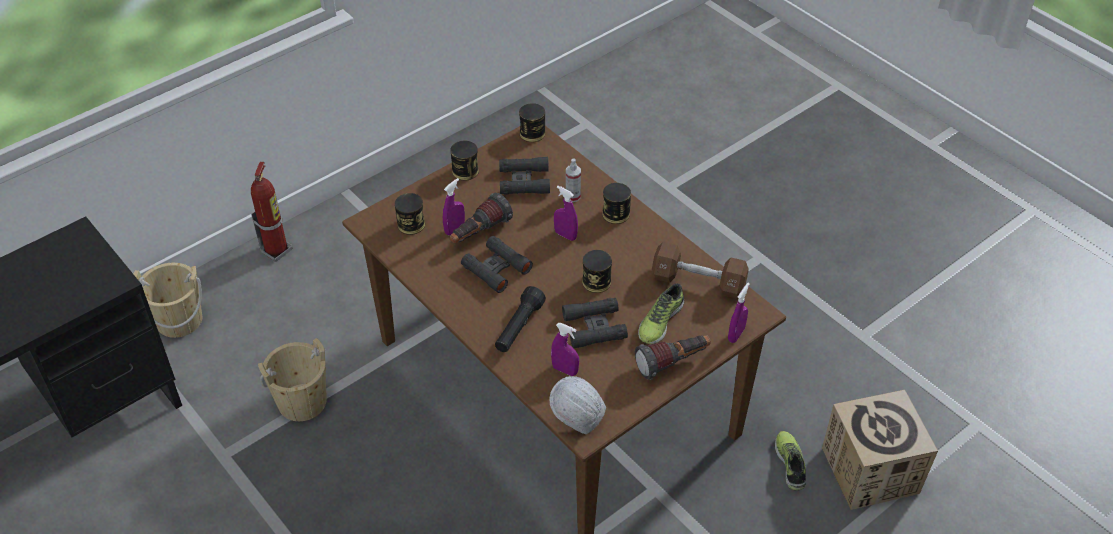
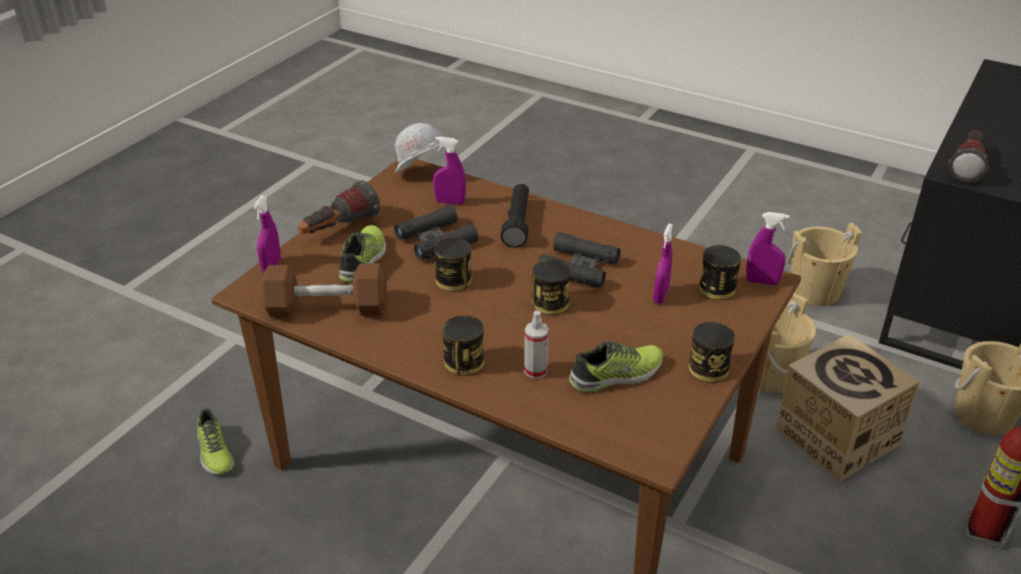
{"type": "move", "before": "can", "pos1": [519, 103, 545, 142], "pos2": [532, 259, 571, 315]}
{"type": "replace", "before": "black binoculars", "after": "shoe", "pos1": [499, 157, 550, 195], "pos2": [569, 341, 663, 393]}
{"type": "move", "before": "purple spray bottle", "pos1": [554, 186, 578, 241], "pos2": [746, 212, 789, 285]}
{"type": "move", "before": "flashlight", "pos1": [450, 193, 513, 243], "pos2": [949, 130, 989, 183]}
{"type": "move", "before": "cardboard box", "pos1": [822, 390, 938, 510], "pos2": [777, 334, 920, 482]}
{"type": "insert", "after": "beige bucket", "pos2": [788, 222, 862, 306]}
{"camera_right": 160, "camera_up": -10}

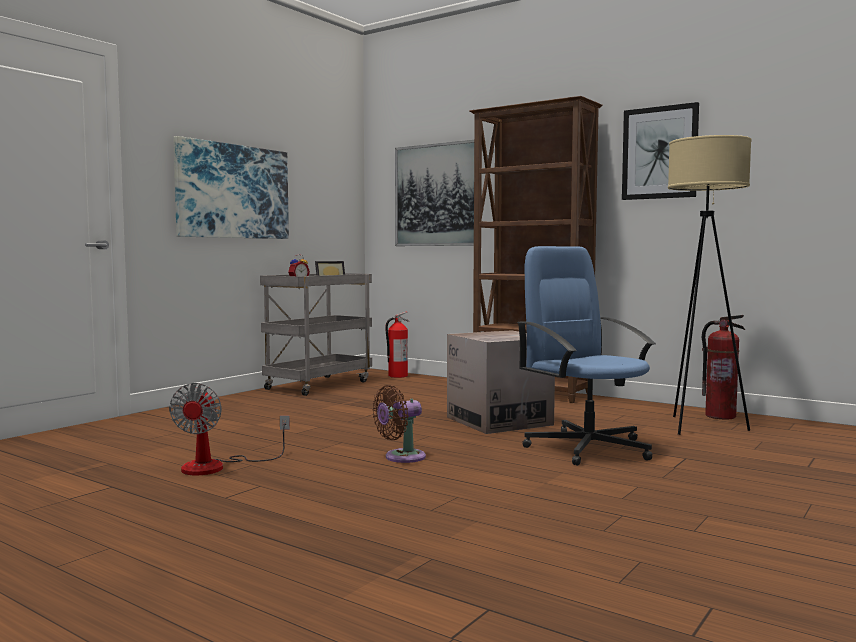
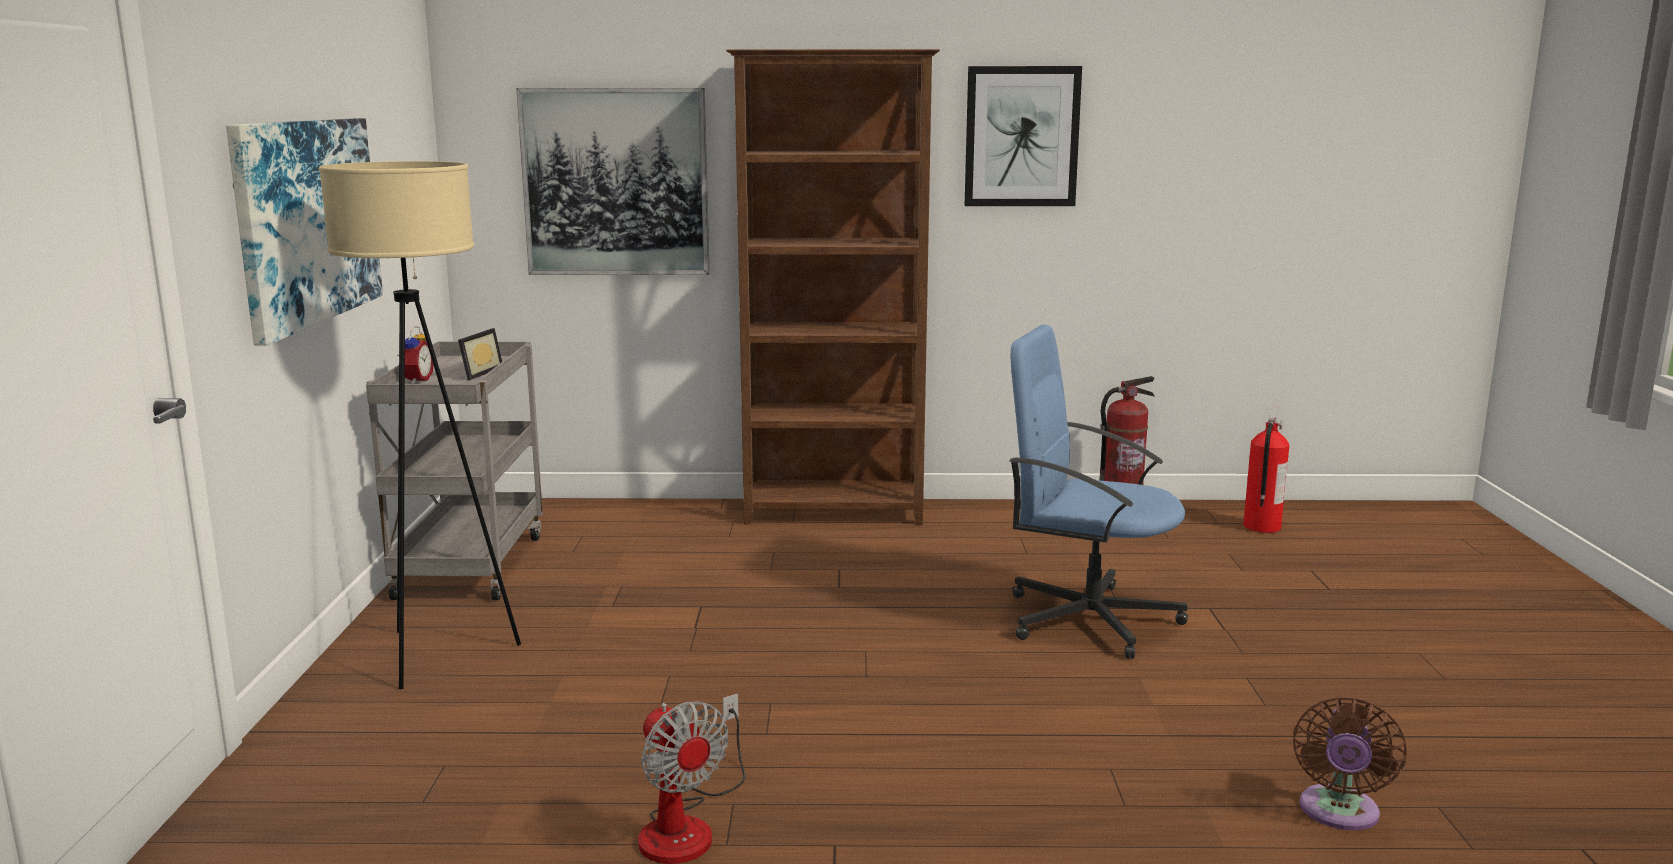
{"type": "move", "before": "beige floor lamp", "pos1": [668, 135, 752, 435], "pos2": [319, 161, 521, 689]}
{"type": "move", "before": "fire extinguisher", "pos1": [385, 312, 409, 378], "pos2": [1243, 407, 1289, 533]}
{"type": "delete", "before": "cardboard box", "pos1": [447, 330, 555, 434]}
{"type": "move", "before": "brown fan", "pos1": [372, 385, 426, 463], "pos2": [1293, 696, 1406, 830]}
{"camera_right": -35, "camera_up": 10}

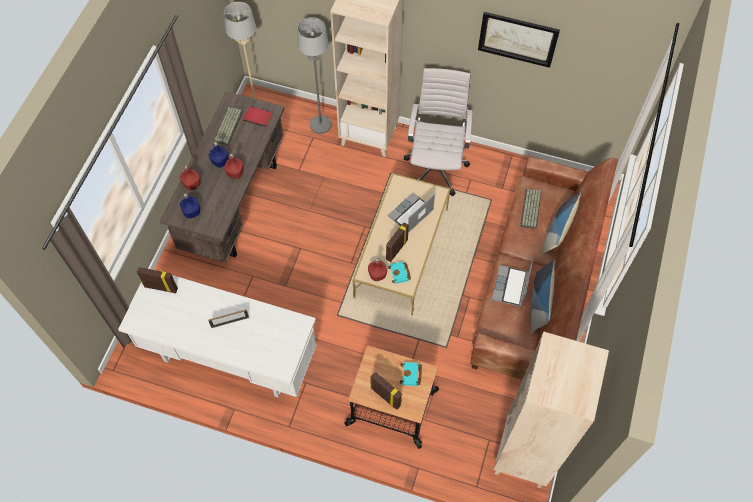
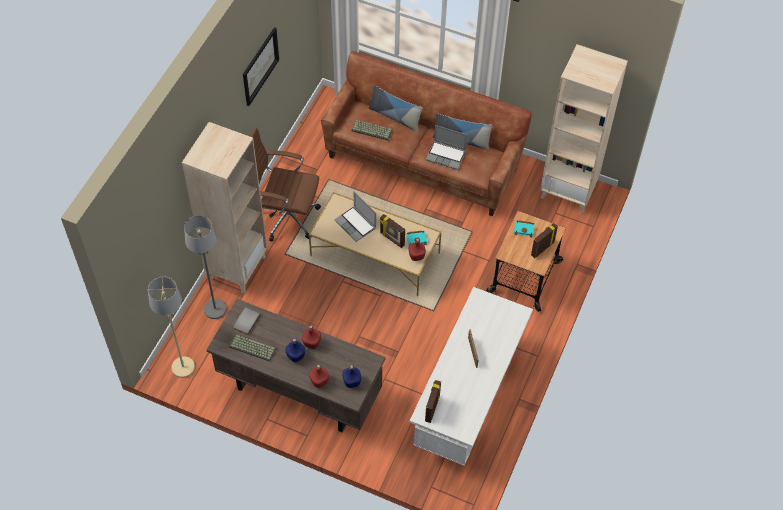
{"type": "recolor", "before": "white office chair", "after": "brown office chair", "pos1": [404, 68, 473, 196], "pos2": [250, 127, 321, 242]}
{"type": "recolor", "before": "red book", "after": "grey book", "pos1": [242, 106, 272, 127], "pos2": [233, 307, 260, 335]}
{"camera_right": -85, "camera_up": -5}

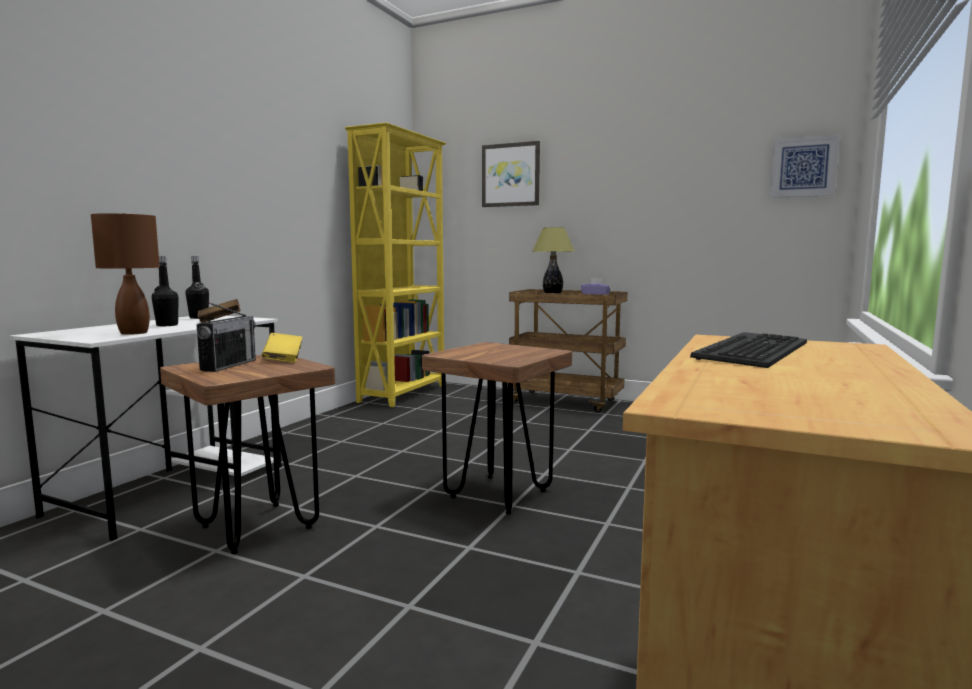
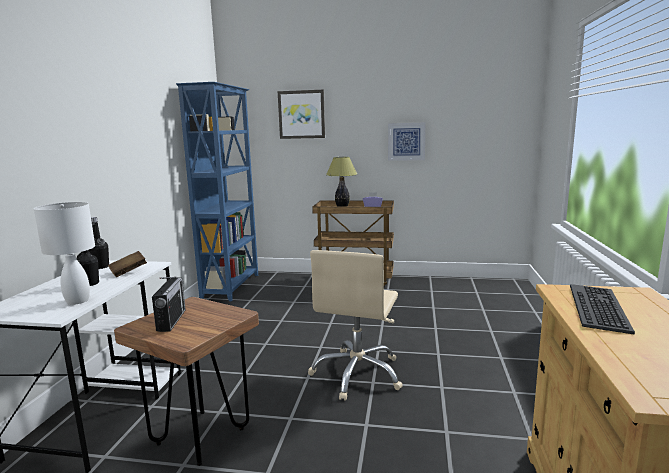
{"type": "recolor", "before": "yellow bookcase", "after": "blue bookcase", "pos1": [345, 122, 446, 407], "pos2": [176, 82, 258, 301]}
{"type": "move", "before": "picture", "pos1": [770, 135, 839, 198], "pos2": [388, 122, 426, 161]}
{"type": "recolor", "before": "brown table lamp", "after": "white table lamp", "pos1": [91, 213, 160, 335], "pos2": [34, 202, 95, 305]}
{"type": "delete", "before": "yellow book", "pos1": [262, 333, 303, 363]}
{"type": "replace", "before": "brown stool", "after": "beige office chair", "pos1": [422, 342, 572, 515], "pos2": [308, 250, 403, 401]}
{"camera_right": -15, "camera_up": 5}

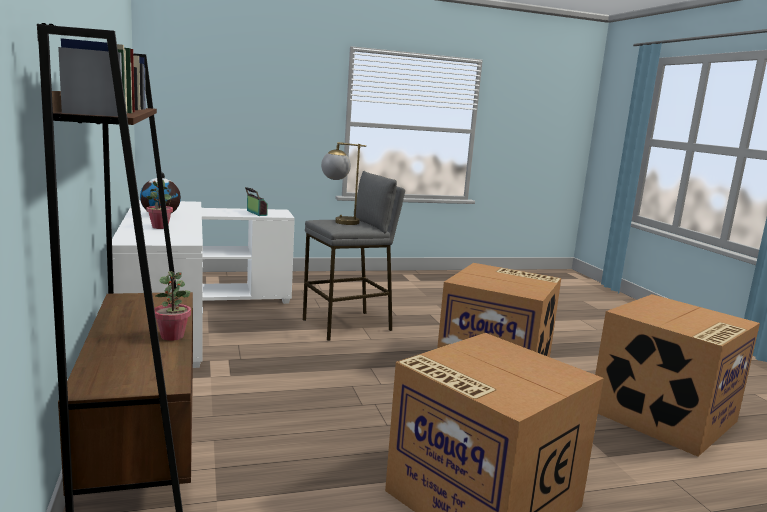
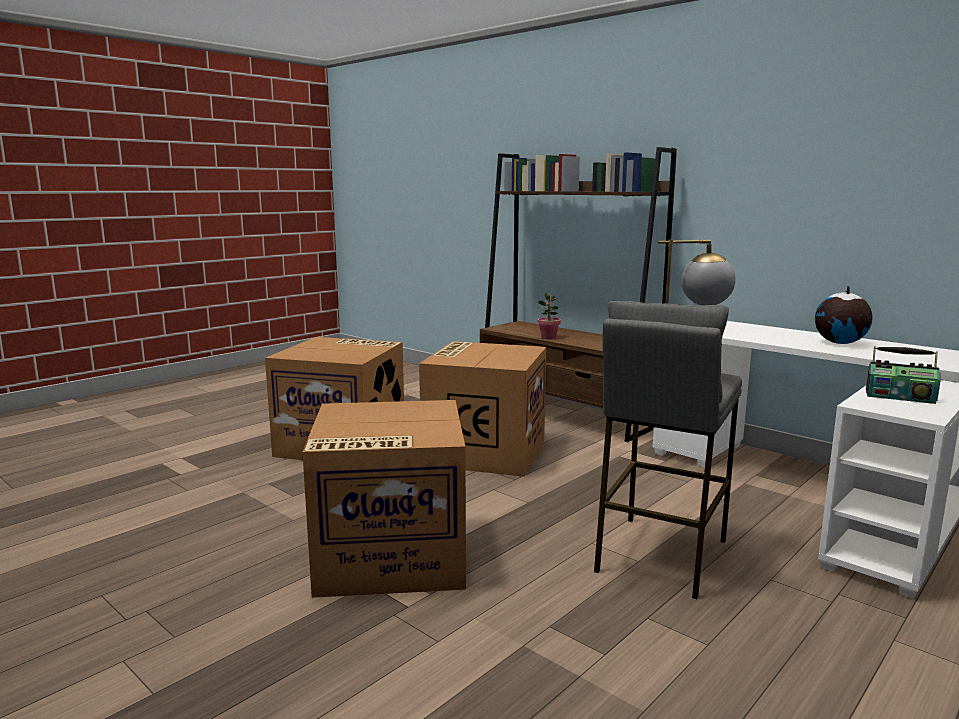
{"type": "delete", "before": "potted plant", "pos1": [146, 180, 173, 229]}
{"type": "move", "before": "cardboard box", "pos1": [595, 294, 760, 457], "pos2": [419, 341, 546, 477]}
{"camera_right": 150, "camera_up": 0}

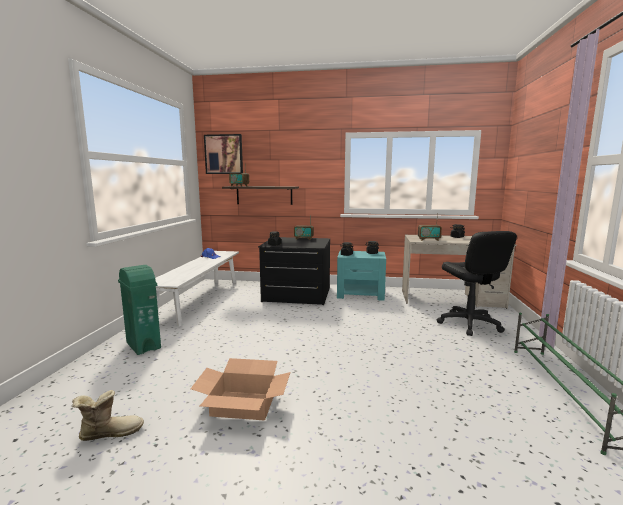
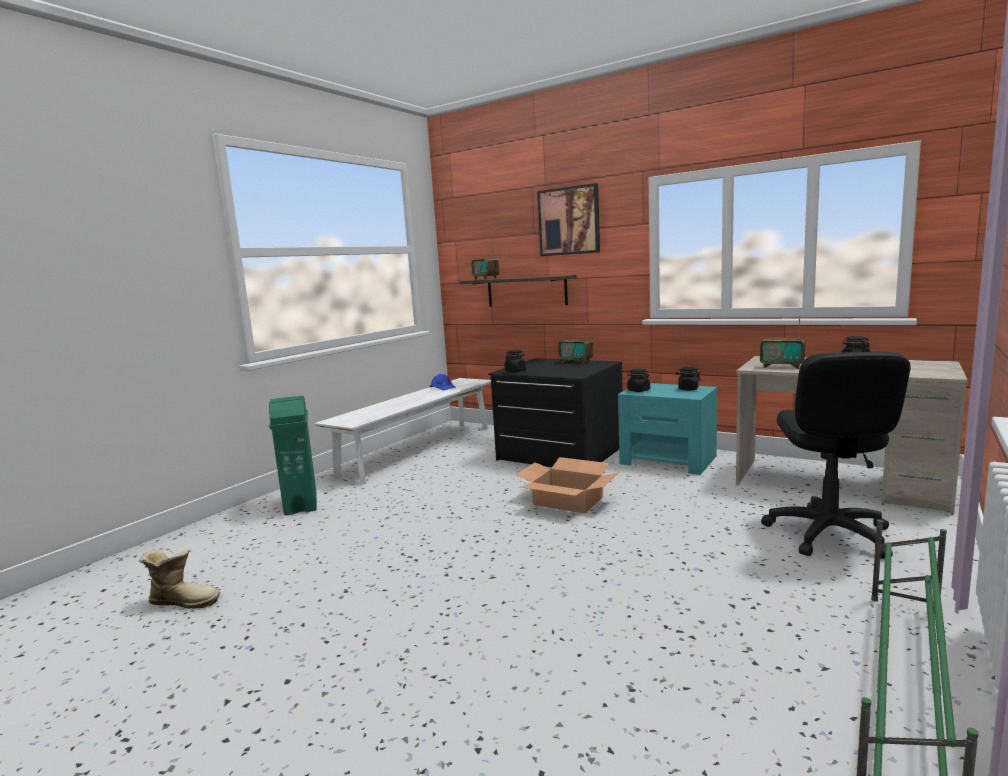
{"type": "move", "before": "picture", "pos1": [204, 134, 243, 174], "pos2": [537, 183, 600, 256]}
{"type": "move", "before": "cardboard box", "pos1": [190, 358, 291, 421], "pos2": [516, 457, 619, 513]}
{"camera_right": 25, "camera_up": 0}

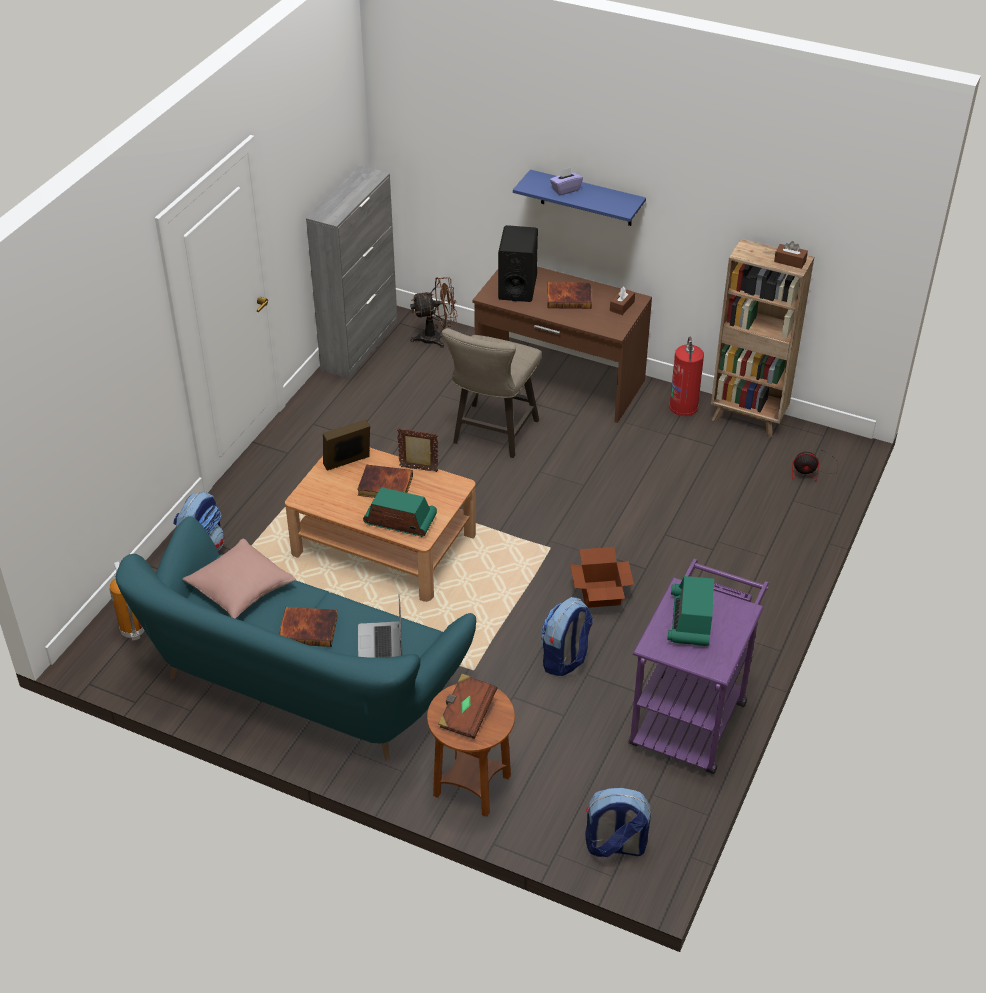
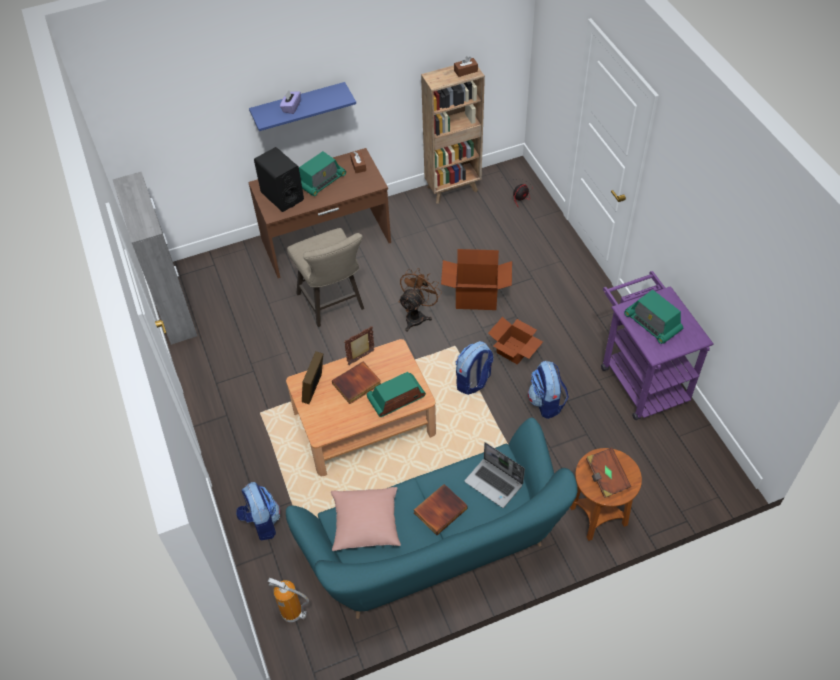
{"type": "move", "before": "brown fan", "pos1": [410, 277, 457, 348], "pos2": [398, 268, 442, 332]}
{"type": "replace", "before": "book", "after": "radio", "pos1": [547, 282, 592, 309], "pos2": [299, 151, 346, 196]}
{"type": "delete", "before": "fire extinguisher", "pos1": [669, 337, 704, 416]}
{"type": "move", "before": "backpack", "pos1": [585, 788, 651, 857], "pos2": [456, 341, 494, 395]}
{"type": "insert", "after": "cardboard box", "pos2": [441, 249, 512, 310]}
{"camera_right": -45, "camera_up": 10}

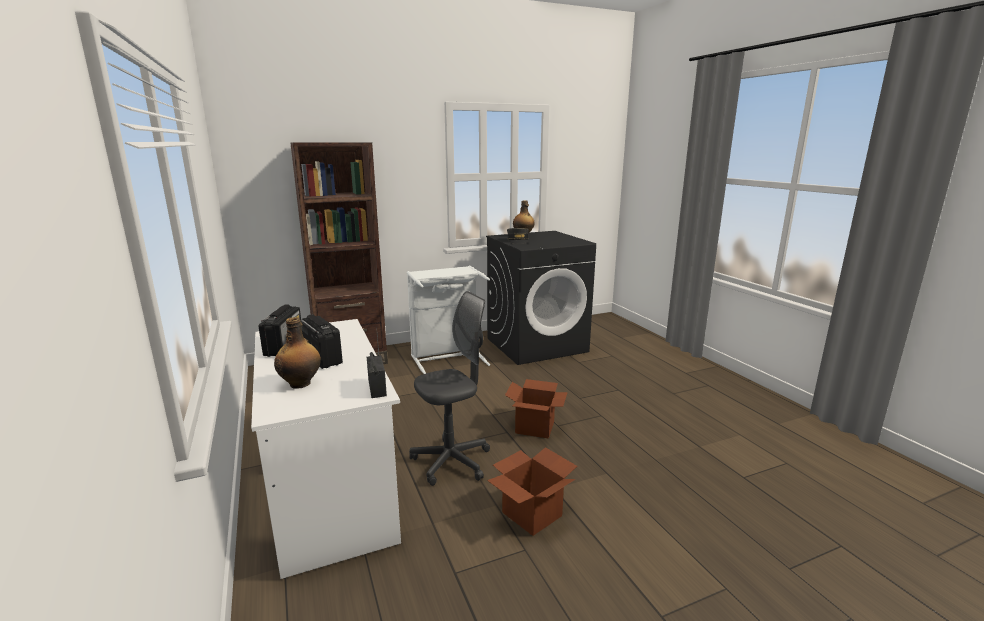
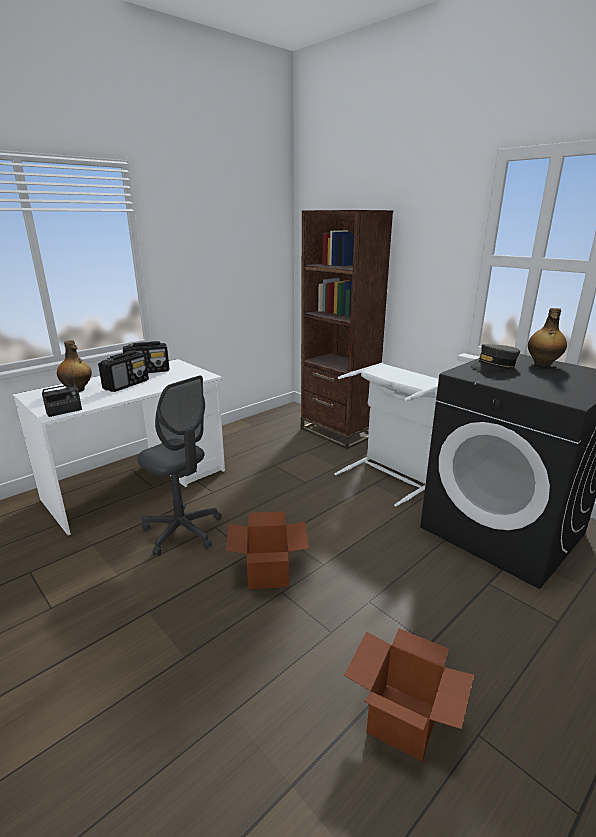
{"type": "move", "before": "cardboard box", "pos1": [487, 447, 577, 536], "pos2": [344, 628, 474, 762]}
{"camera_right": 70, "camera_up": 5}

